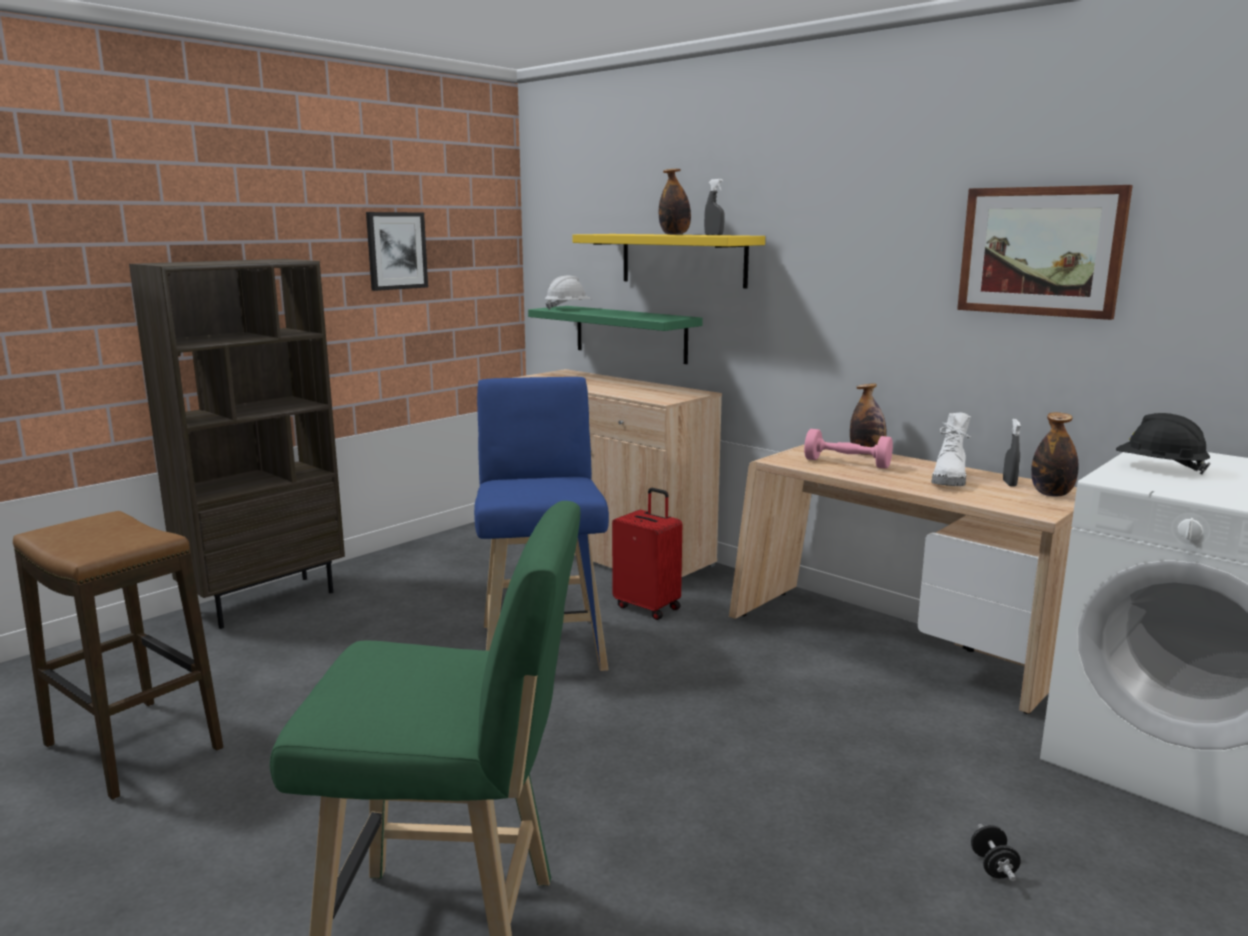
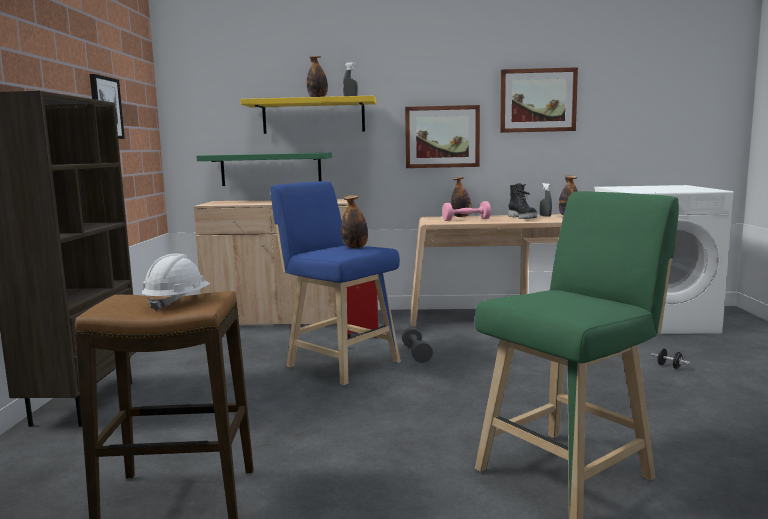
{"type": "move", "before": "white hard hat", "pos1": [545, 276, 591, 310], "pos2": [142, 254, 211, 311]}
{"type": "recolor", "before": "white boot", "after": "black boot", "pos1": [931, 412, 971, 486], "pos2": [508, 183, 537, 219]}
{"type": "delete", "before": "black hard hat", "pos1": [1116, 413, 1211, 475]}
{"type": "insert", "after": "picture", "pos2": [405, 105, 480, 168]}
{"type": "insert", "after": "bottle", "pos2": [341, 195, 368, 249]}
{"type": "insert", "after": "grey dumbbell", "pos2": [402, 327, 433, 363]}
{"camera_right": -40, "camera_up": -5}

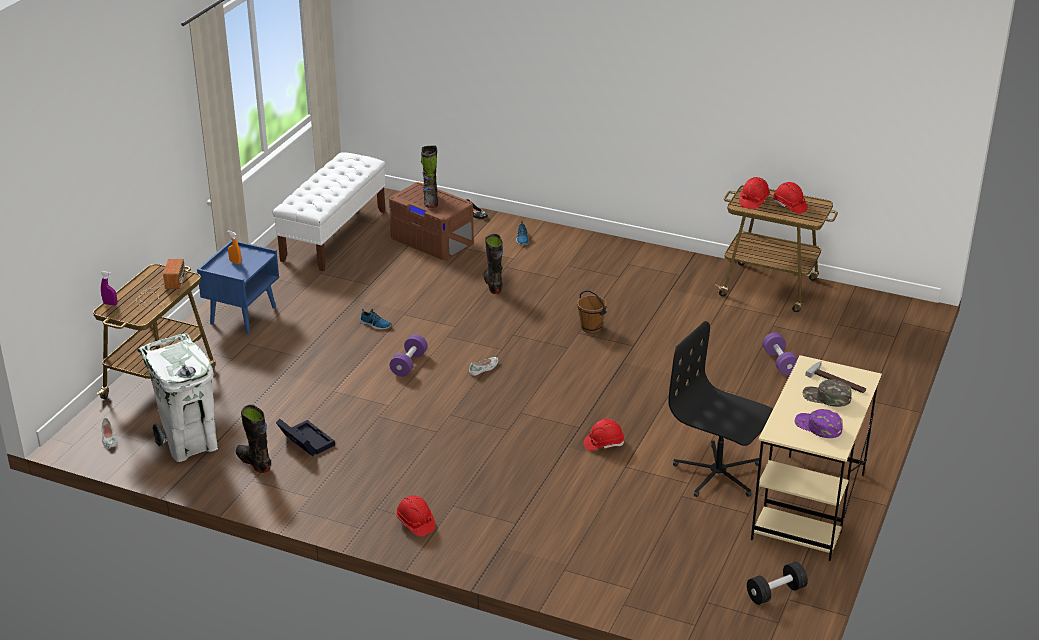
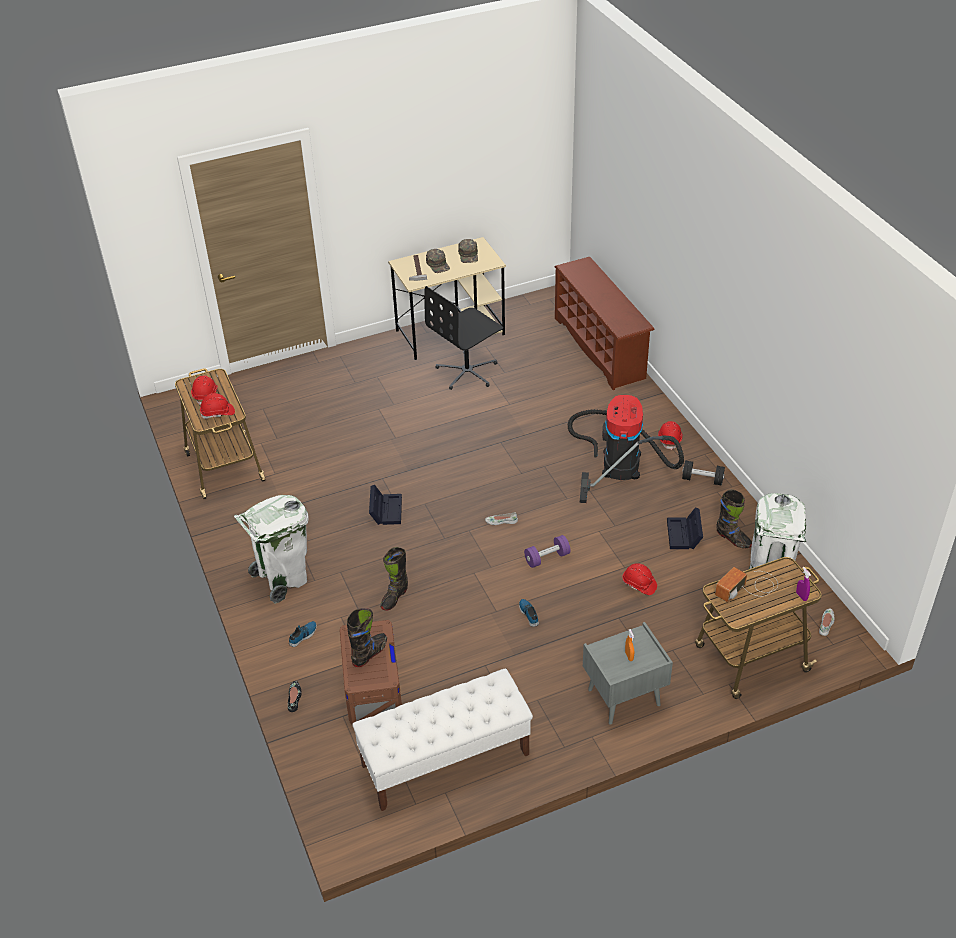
{"type": "recolor", "before": "blue nightstand", "after": "grey nightstand", "pos1": [197, 240, 279, 334], "pos2": [583, 622, 673, 725]}
{"type": "replace", "before": "brown bucket", "after": "black storage box", "pos1": [577, 290, 607, 333], "pos2": [369, 485, 402, 525]}
{"type": "rotate", "before": "black office chair", "pos1": [668, 321, 773, 497], "pos2": [424, 286, 503, 390], "turn": 60}
{"type": "delete", "before": "purple dumbbell", "pos1": [762, 332, 798, 375]}
{"type": "rotate", "before": "black boot", "pos1": [236, 405, 271, 473], "pos2": [716, 489, 752, 548], "turn": -45}
{"type": "recolor", "before": "purple cap", "after": "green cap", "pos1": [794, 409, 843, 438], "pos2": [458, 239, 478, 263]}
{"type": "move", "before": "red hard hat", "pos1": [584, 419, 624, 451], "pos2": [622, 563, 657, 595]}
{"type": "move", "before": "black dumbbell", "pos1": [747, 562, 808, 605], "pos2": [682, 460, 725, 486]}
{"type": "insert", "after": "brown shoe rack", "pos2": [554, 257, 655, 390]}
{"type": "insert", "after": "vacuum cleaner", "pos2": [568, 395, 684, 503]}
{"type": "insert", "after": "white trash can", "pos2": [234, 495, 309, 604]}
{"camera_right": -135, "camera_up": 10}

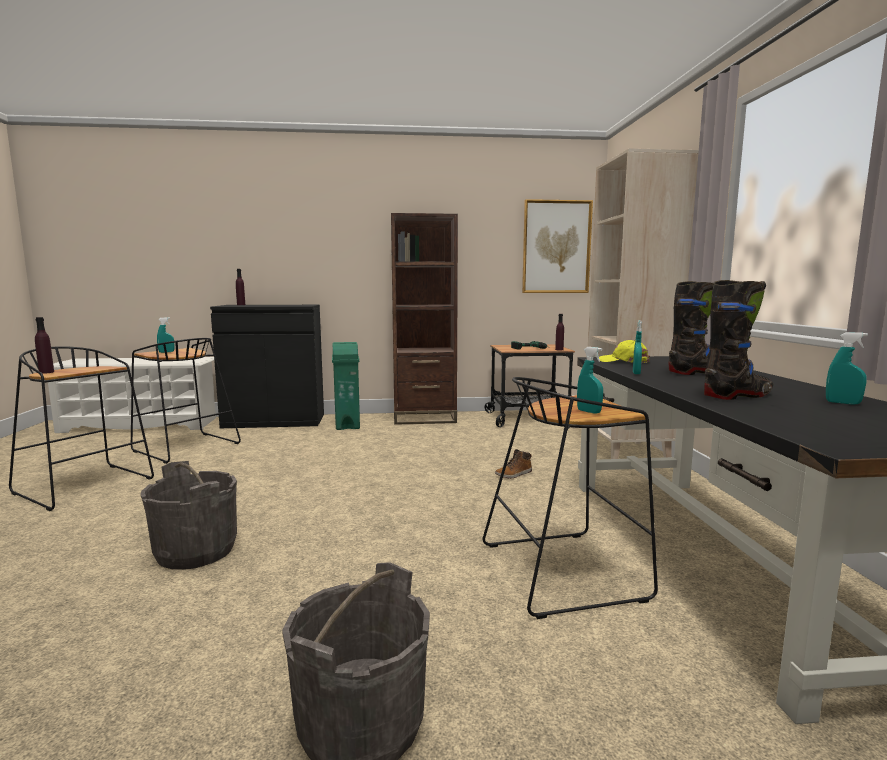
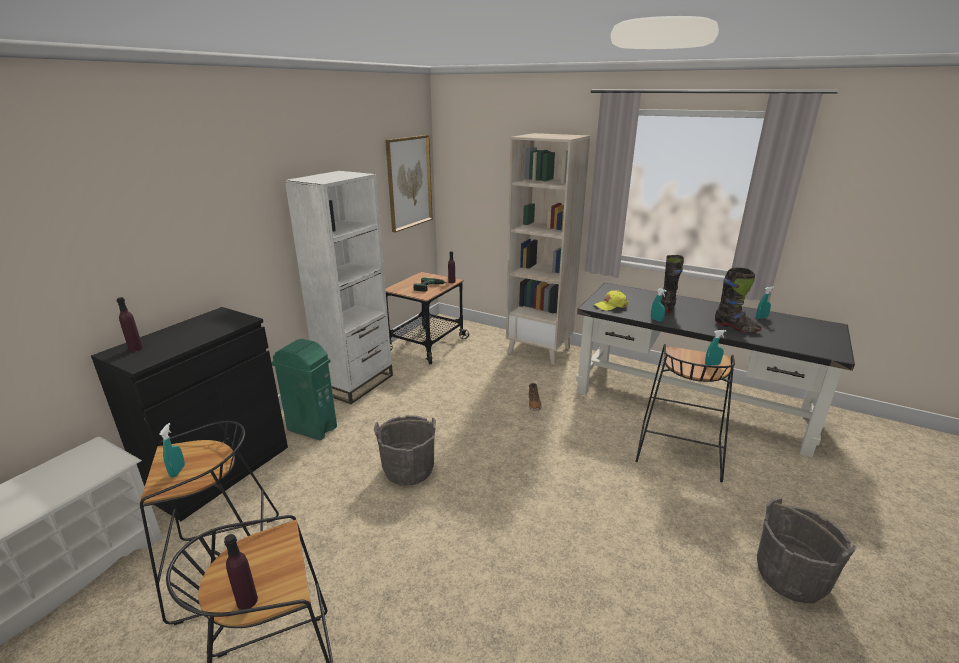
{"type": "recolor", "before": "brown bookcase", "after": "white bookcase", "pos1": [391, 213, 458, 425], "pos2": [285, 171, 393, 404]}
{"type": "rotate", "before": "black boot", "pos1": [704, 280, 773, 400], "pos2": [715, 267, 762, 333], "turn": 120}
{"type": "move", "before": "grey bucket", "pos1": [140, 461, 237, 570], "pos2": [374, 415, 436, 486]}
{"camera_right": -55, "camera_up": 15}

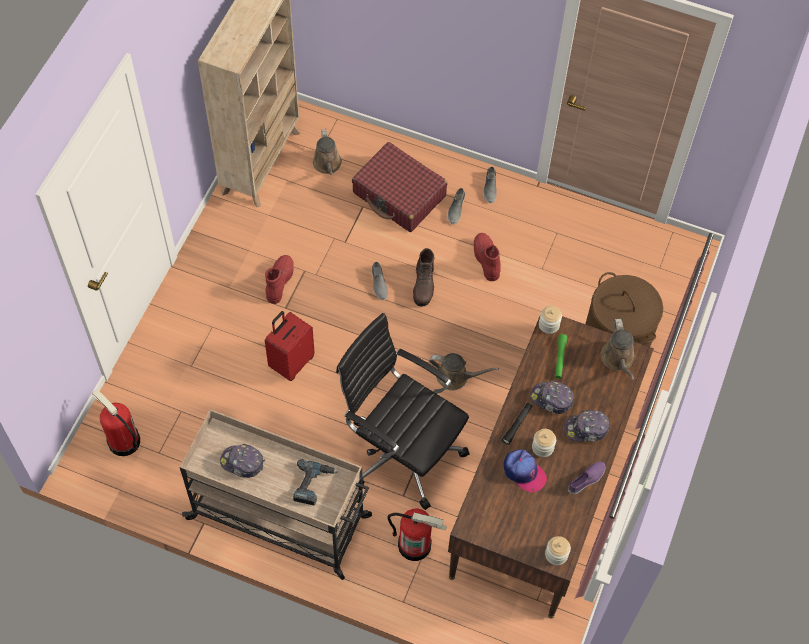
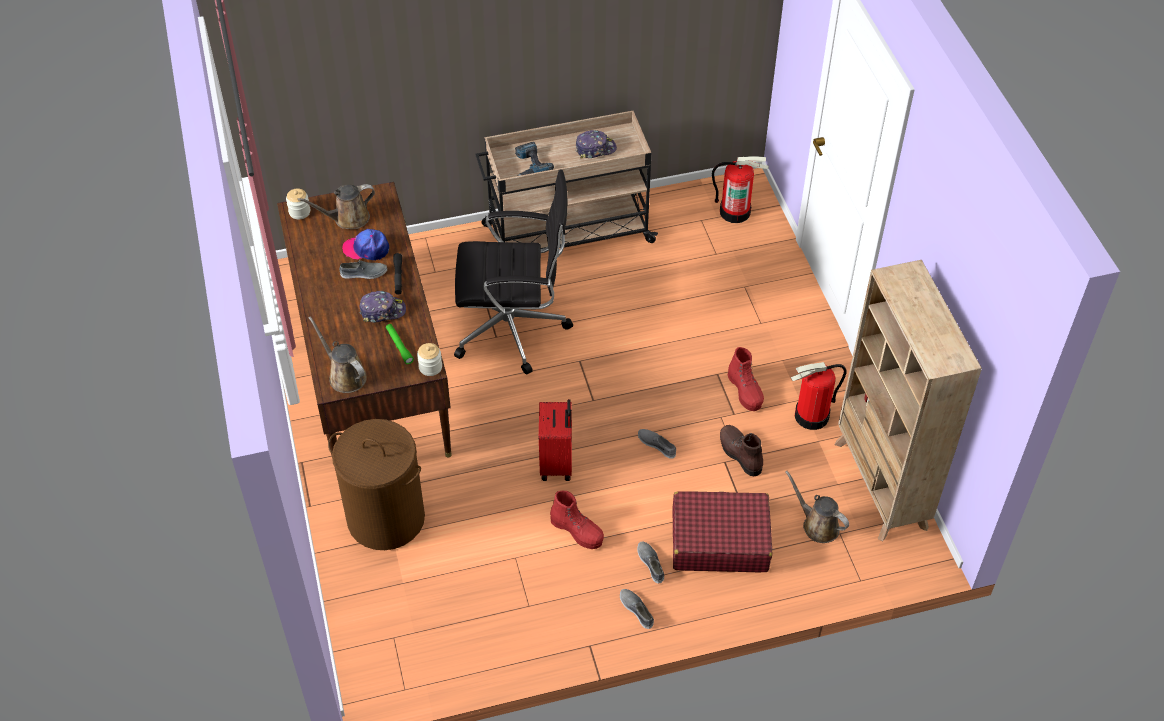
{"type": "move", "before": "brown boot", "pos1": [413, 248, 434, 307], "pos2": [720, 425, 763, 476]}
{"type": "move", "before": "red suitcase", "pos1": [265, 311, 315, 381], "pos2": [539, 399, 572, 481]}
{"type": "move", "before": "brown watering can", "pos1": [429, 353, 499, 391], "pos2": [298, 184, 375, 229]}
{"type": "delete", "before": "cap", "pos1": [564, 410, 609, 442]}
{"type": "replace", "before": "jar", "after": "grey shoe", "pos1": [532, 429, 556, 457], "pos2": [340, 260, 387, 279]}
{"type": "delete", "before": "purple shoe", "pos1": [568, 462, 606, 495]}
{"type": "move", "before": "fire extinguisher", "pos1": [387, 509, 447, 561], "pos2": [791, 362, 847, 430]}
{"camera_right": 145, "camera_up": -10}

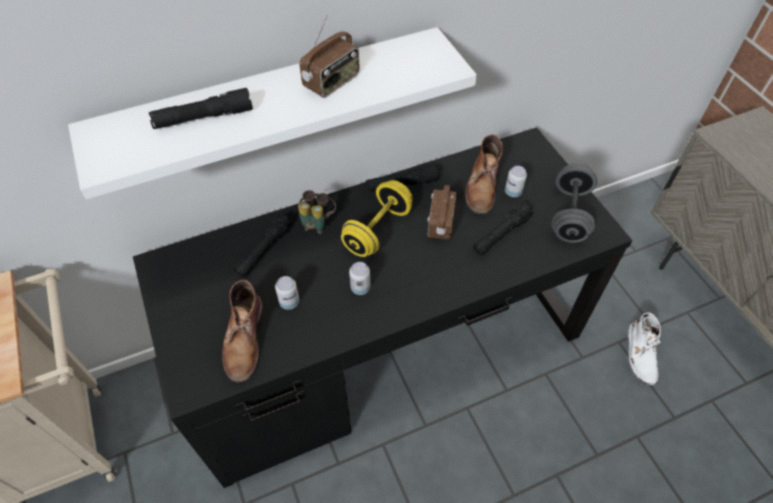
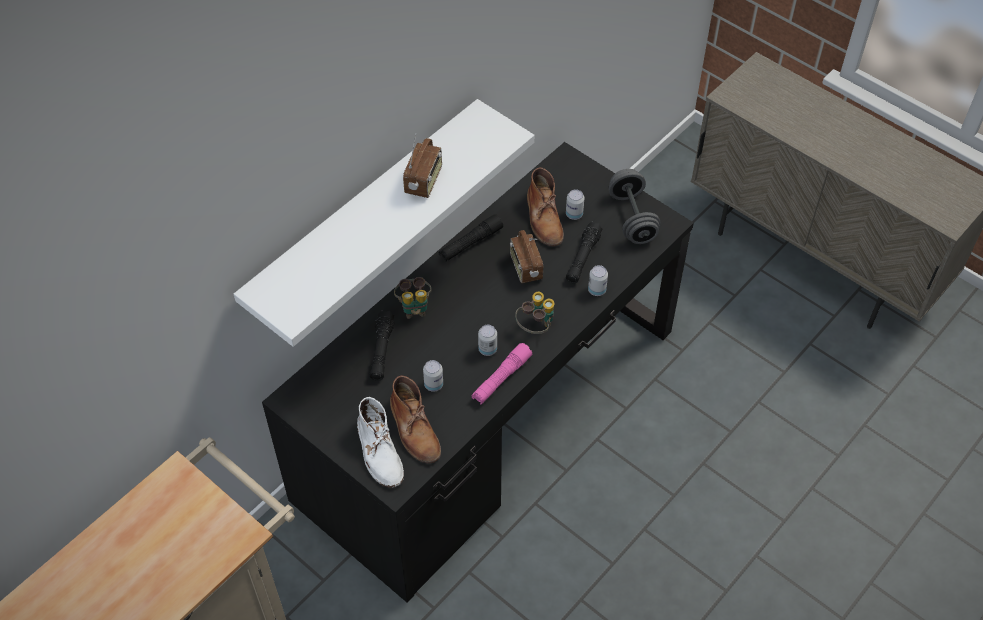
{"type": "delete", "before": "black flashlight", "pos1": [149, 88, 253, 129]}
{"type": "delete", "before": "yellow dumbbell", "pos1": [341, 180, 413, 257]}
{"type": "move", "before": "white boot", "pos1": [628, 312, 661, 385], "pos2": [357, 397, 404, 488]}
{"type": "insert", "after": "can", "pos2": [588, 265, 608, 296]}
{"type": "insert", "after": "binoculars", "pos2": [516, 292, 554, 334]}
{"type": "insert", "after": "pink flashlight", "pos2": [471, 343, 532, 404]}
{"camera_right": -25, "camera_up": 0}

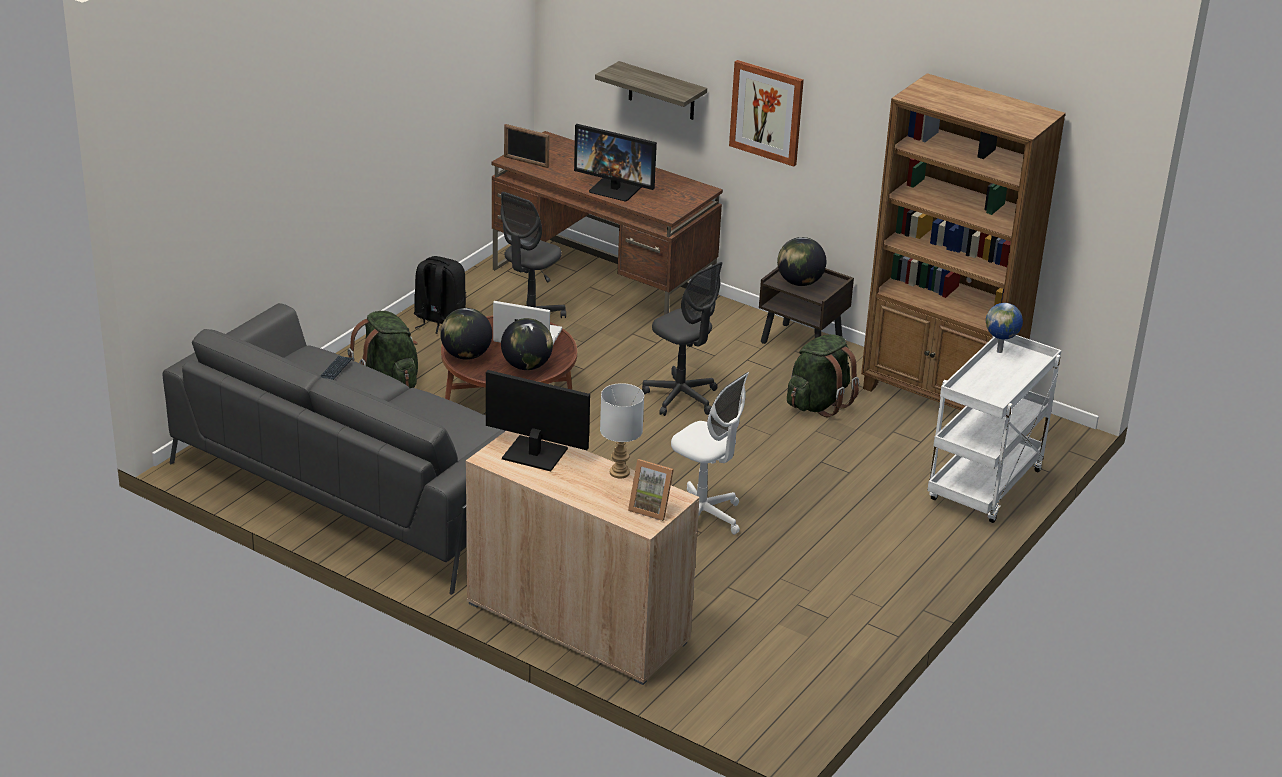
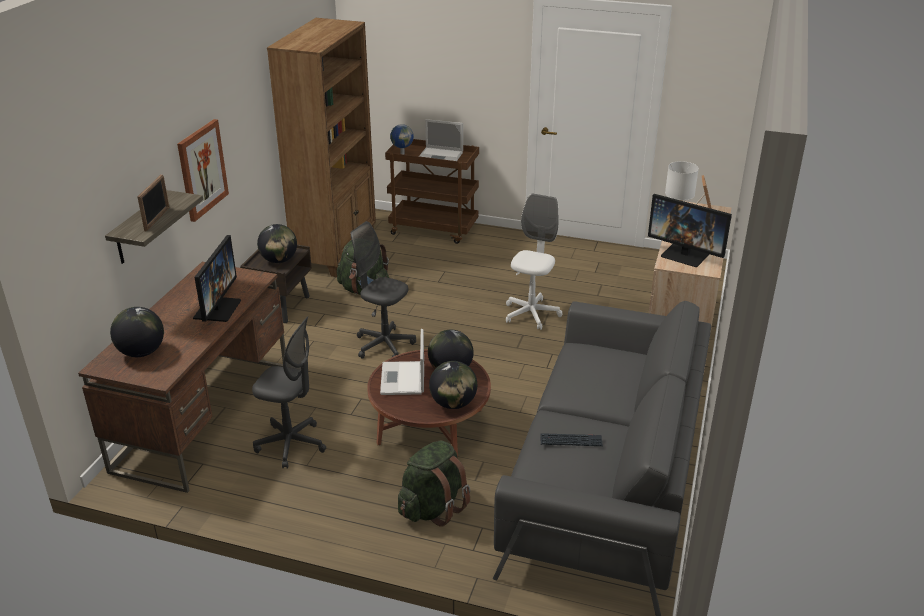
{"type": "move", "before": "picture frame", "pos1": [504, 124, 550, 168], "pos2": [137, 174, 169, 231]}
{"type": "delete", "before": "black backpack", "pos1": [414, 256, 466, 334]}
{"type": "rotate", "before": "grey office chair", "pos1": [642, 262, 723, 416], "pos2": [351, 221, 416, 359], "turn": -90}
{"type": "recolor", "before": "white cart", "after": "brown cart", "pos1": [927, 335, 1062, 523], "pos2": [385, 139, 479, 244]}
{"type": "rotate", "before": "monitor", "pos1": [486, 370, 590, 472], "pos2": [648, 194, 732, 267], "turn": -60}
{"type": "insert", "after": "laptop", "pos2": [419, 119, 463, 161]}
{"type": "insert", "after": "globe", "pos2": [110, 307, 164, 357]}
{"camera_right": -105, "camera_up": 0}

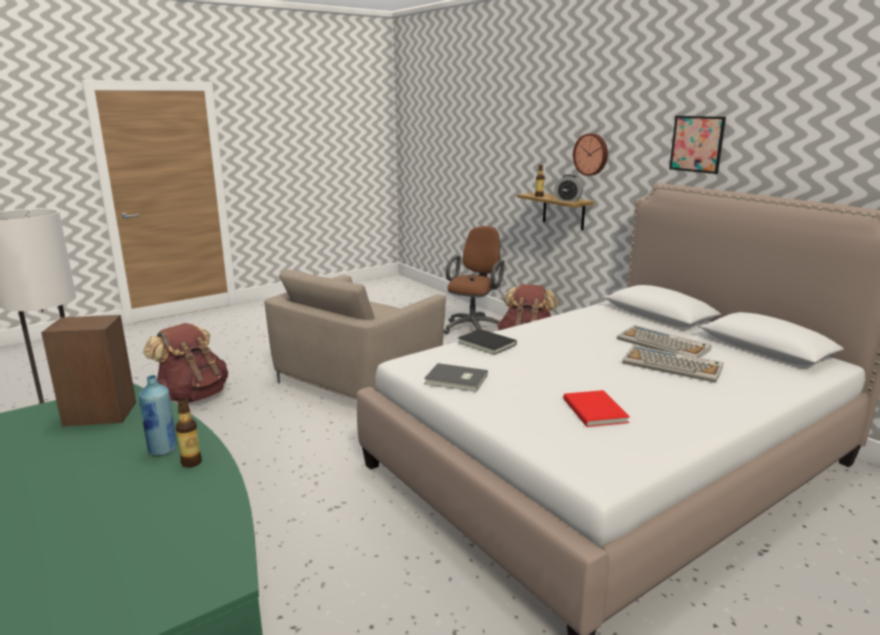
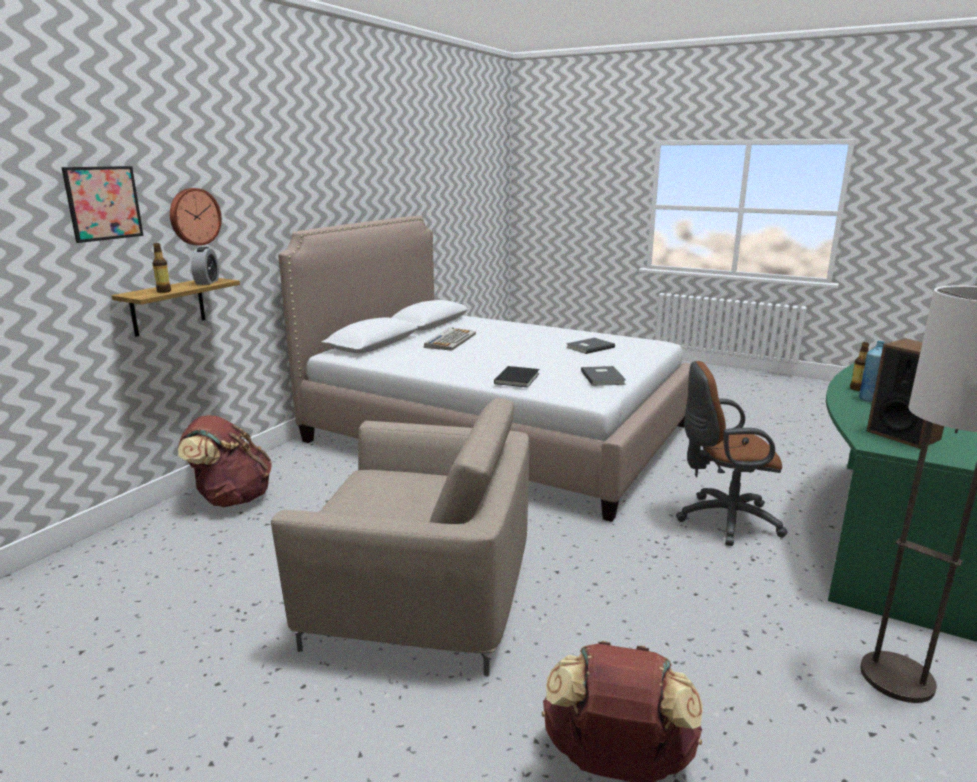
{"type": "move", "before": "picture", "pos1": [669, 116, 726, 174], "pos2": [61, 166, 144, 243]}
{"type": "move", "before": "brown office chair", "pos1": [444, 226, 505, 335], "pos2": [676, 361, 787, 546]}
{"type": "delete", "before": "keyboard", "pos1": [622, 345, 723, 383]}
{"type": "recolor", "before": "red book", "after": "grey book", "pos1": [563, 390, 630, 427], "pos2": [566, 338, 615, 354]}
{"camera_right": -115, "camera_up": 0}

